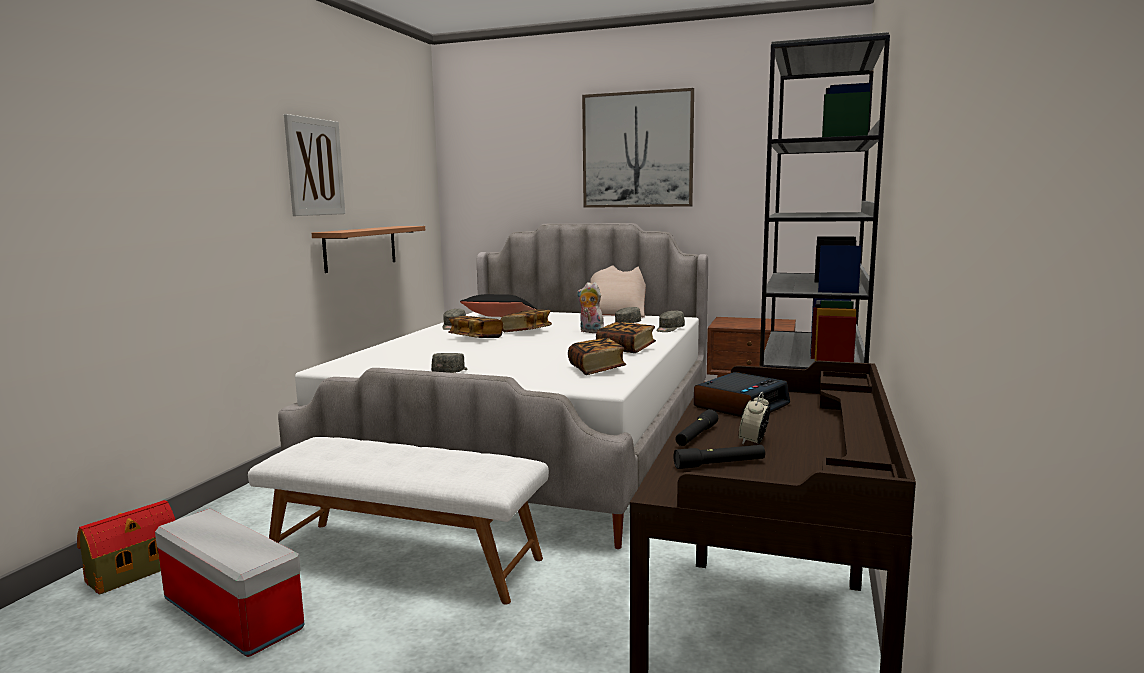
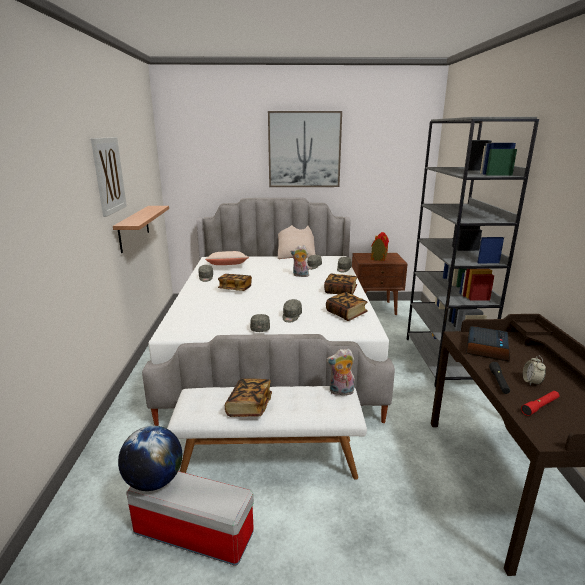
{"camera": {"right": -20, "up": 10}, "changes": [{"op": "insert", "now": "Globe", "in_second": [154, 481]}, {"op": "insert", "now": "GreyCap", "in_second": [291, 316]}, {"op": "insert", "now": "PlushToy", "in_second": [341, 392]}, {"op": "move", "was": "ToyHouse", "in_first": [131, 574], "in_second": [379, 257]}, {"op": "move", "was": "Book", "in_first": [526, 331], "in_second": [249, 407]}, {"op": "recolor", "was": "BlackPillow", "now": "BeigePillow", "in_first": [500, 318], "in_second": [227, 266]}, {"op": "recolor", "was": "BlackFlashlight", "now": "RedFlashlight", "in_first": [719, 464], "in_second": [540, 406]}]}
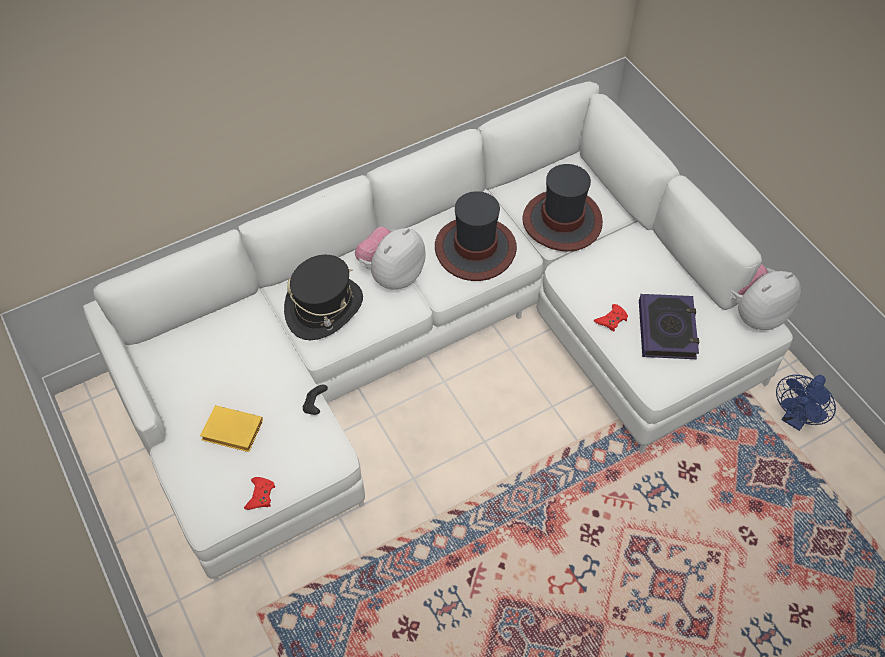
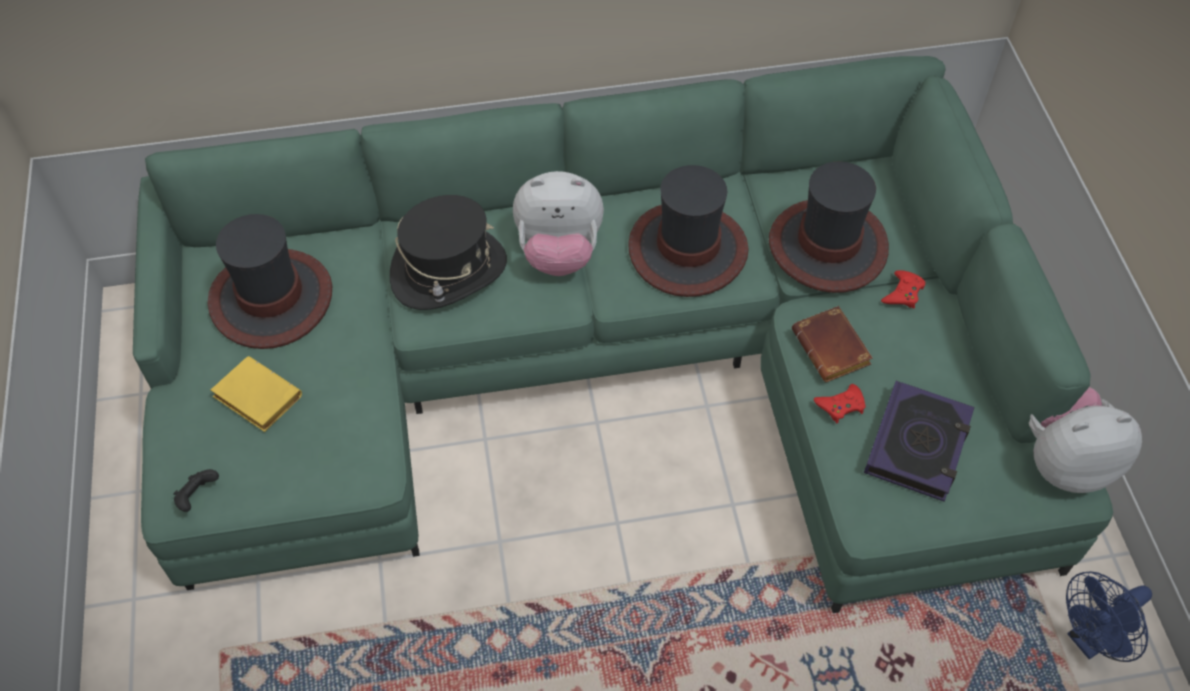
{"camera": {"right": 20, "up": 0}, "changes": [{"op": "insert", "now": "Hat", "in_second": [271, 299]}, {"op": "insert", "now": "BrownBook", "in_second": [833, 349]}, {"op": "move", "was": "RedGameController", "in_first": [260, 495], "in_second": [903, 293]}, {"op": "move", "was": "BlackGameController", "in_first": [315, 405], "in_second": [198, 496]}, {"op": "recolor", "was": "WhiteSofa", "now": "GreenSofa", "in_first": [441, 345], "in_second": [613, 371]}, {"op": "rotate", "was": "PlushToy", "in_first": [392, 274], "in_second": [559, 252], "clockwise": -150}]}
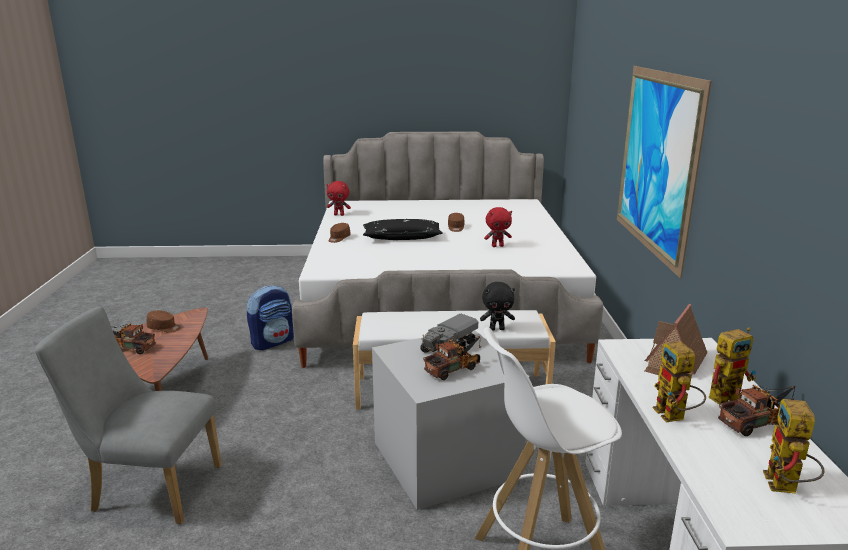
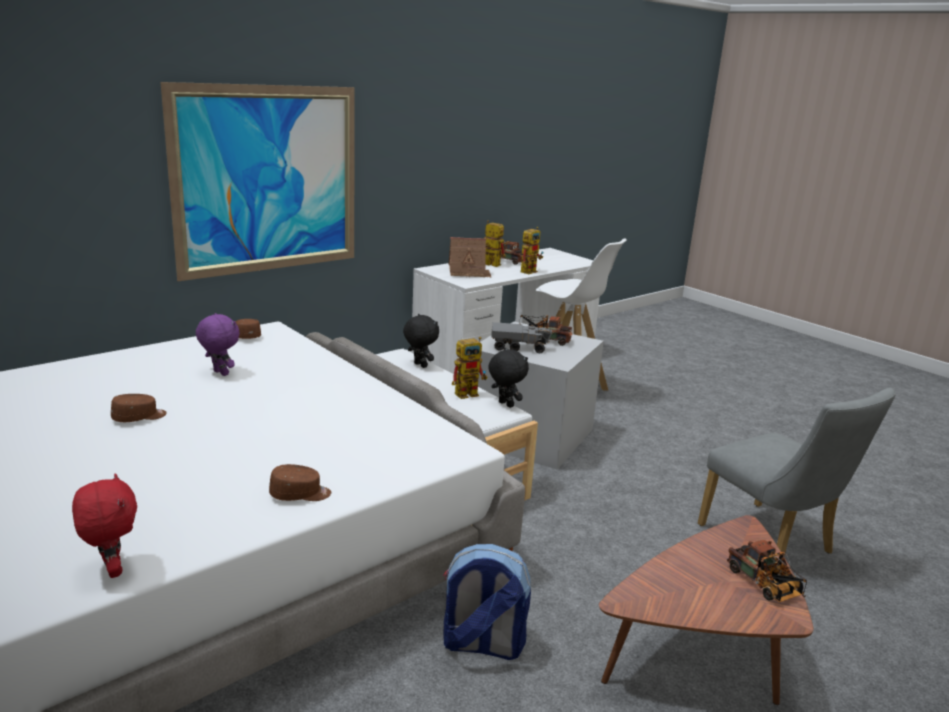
{"camera": {"right": -130, "up": 0}, "changes": [{"op": "delete", "was": "BlackPillow", "in_first": [402, 237]}, {"op": "insert", "now": "BlackPlushToy", "in_second": [505, 404]}, {"op": "move", "was": "BrownCap", "in_first": [164, 328], "in_second": [247, 336]}, {"op": "move", "was": "ToyRobot", "in_first": [785, 488], "in_second": [470, 393]}, {"op": "recolor", "was": "RedPlushToy", "now": "PurplePlushToy", "in_first": [497, 246], "in_second": [219, 373]}]}
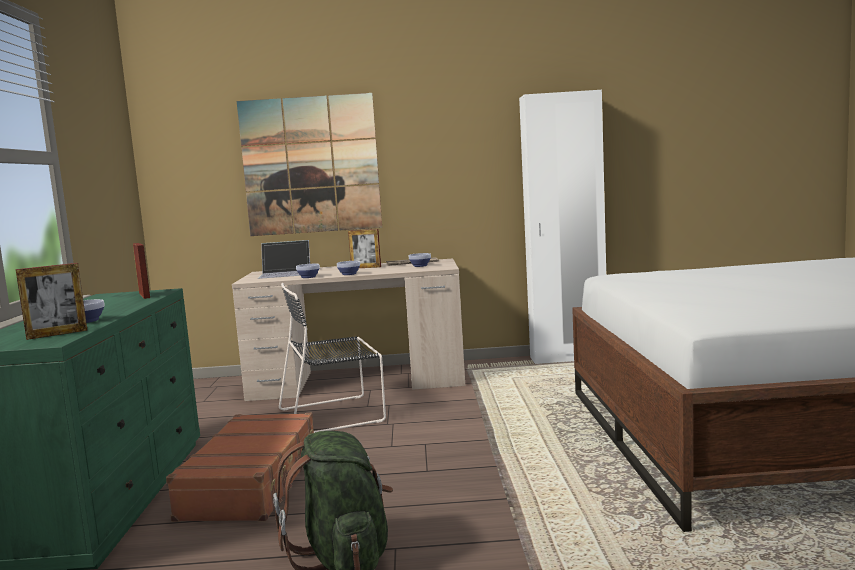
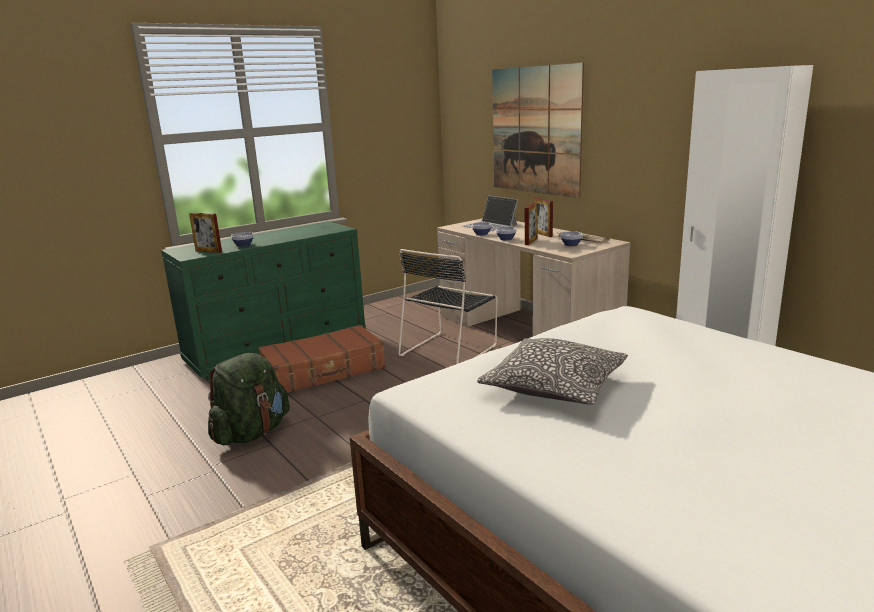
{"camera": {"right": 55, "up": 10}, "changes": [{"op": "insert", "now": "Pillow", "in_second": [554, 386]}, {"op": "move", "was": "PictureFrame", "in_first": [144, 295], "in_second": [531, 241]}, {"op": "rotate", "was": "BlackChair", "in_first": [335, 414], "in_second": [450, 349], "clockwise": -90}]}
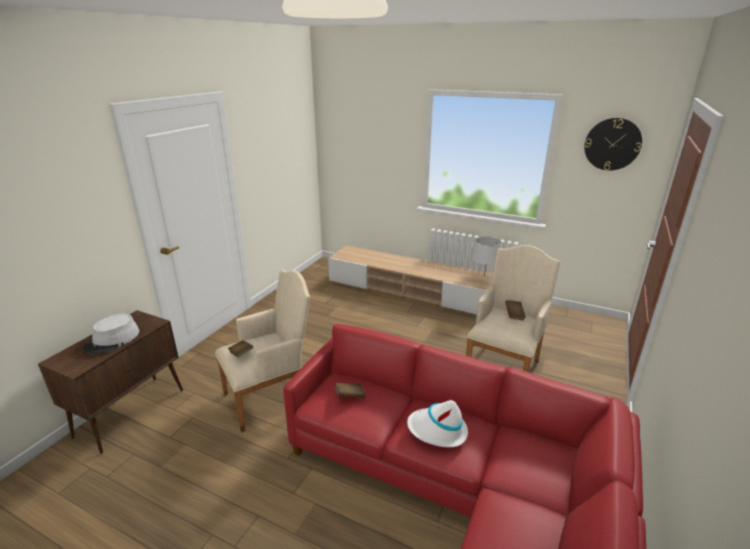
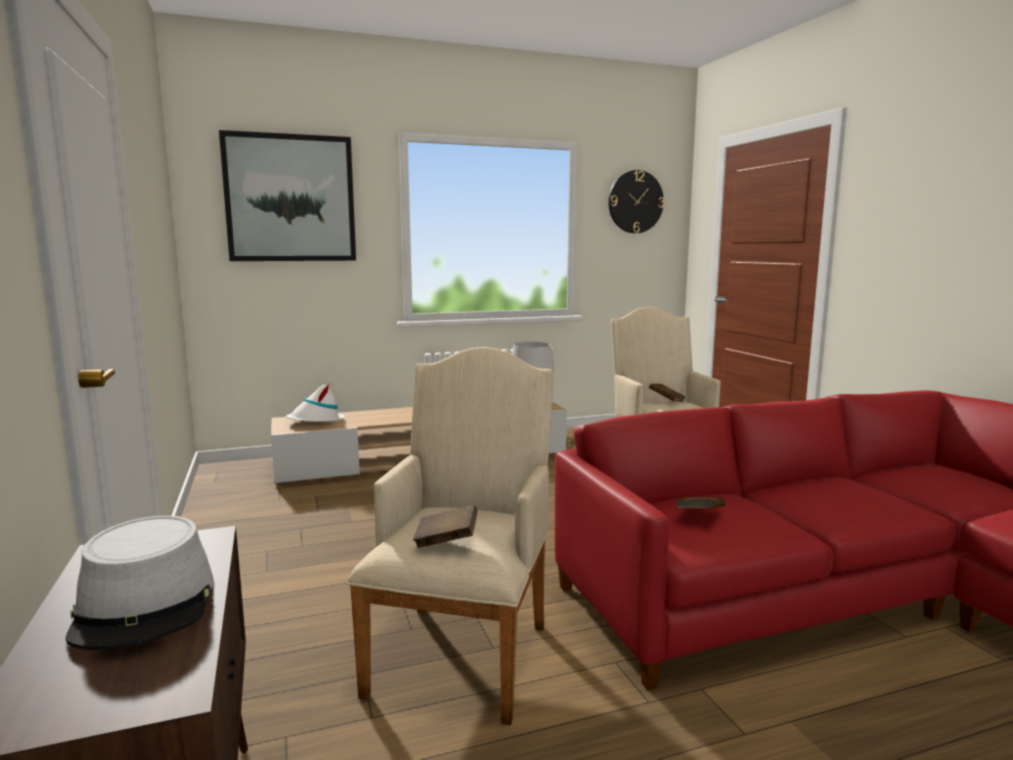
{"camera": {"right": -45, "up": -15}, "changes": [{"op": "insert", "now": "Picture", "in_second": [290, 198]}, {"op": "move", "was": "WhiteHat", "in_first": [437, 430], "in_second": [316, 421]}]}
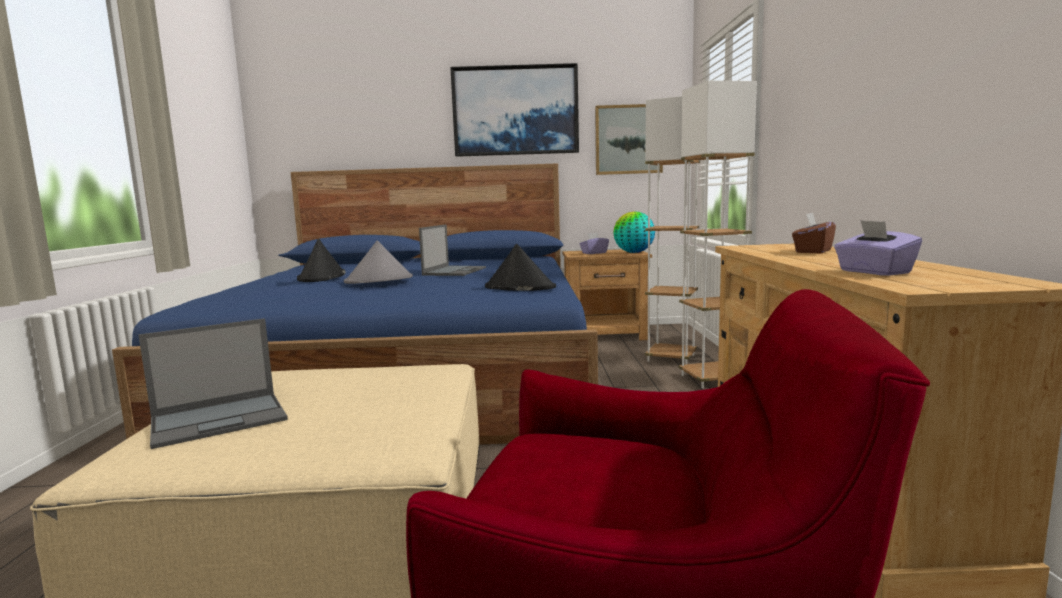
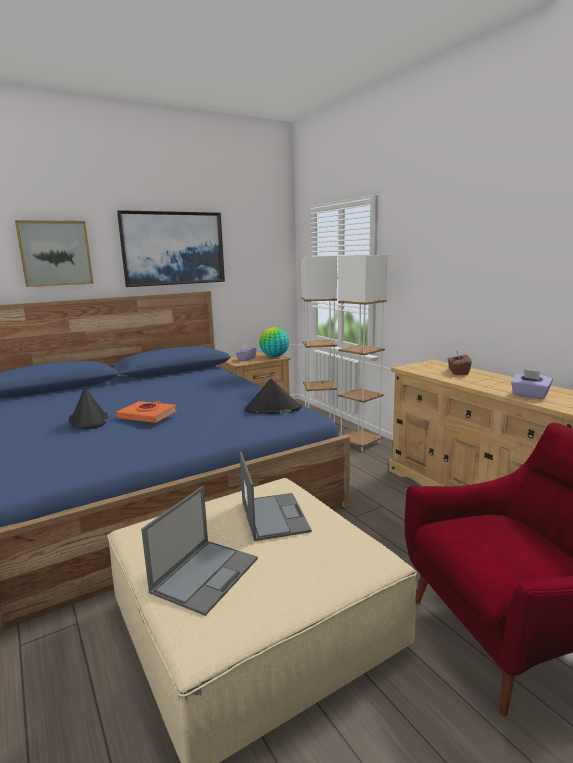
{"camera": {"right": -30, "up": 5}, "changes": [{"op": "move", "was": "Laptop", "in_first": [455, 271], "in_second": [274, 515]}, {"op": "move", "was": "Picture", "in_first": [628, 140], "in_second": [55, 253]}, {"op": "replace", "was": "GreyHat", "now": "OrangeBook", "in_first": [379, 280], "in_second": [147, 415]}]}
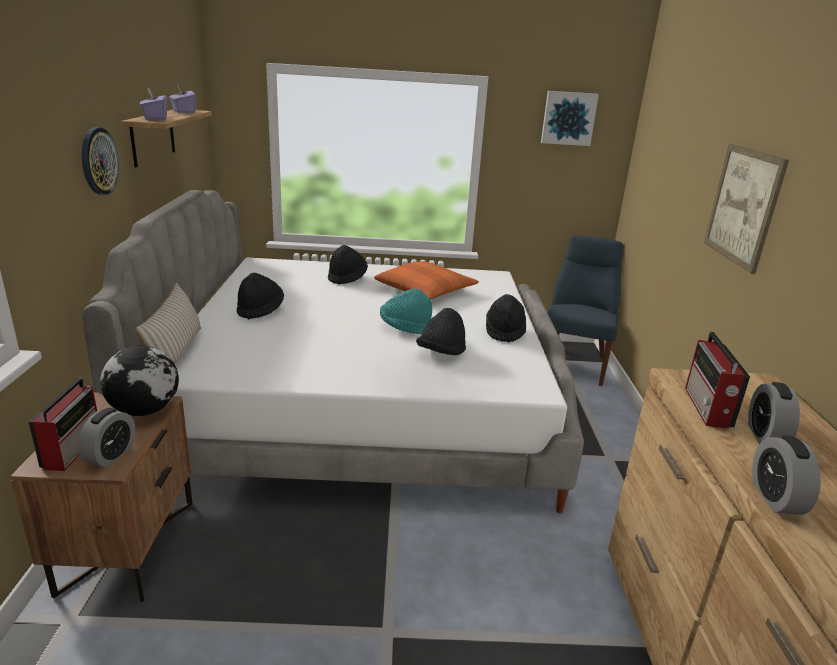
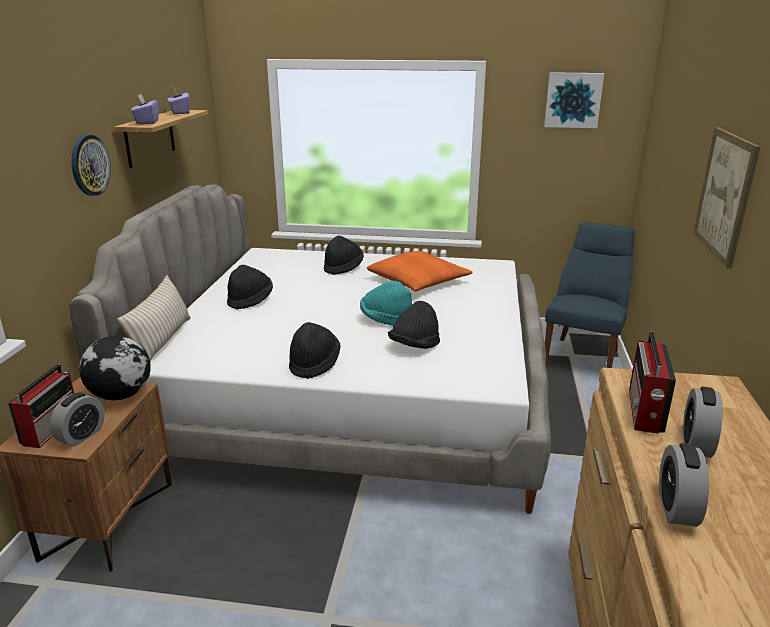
{"camera": {"right": 10, "up": 0}, "changes": [{"op": "move", "was": "BlackHat", "in_first": [504, 332], "in_second": [314, 364]}]}
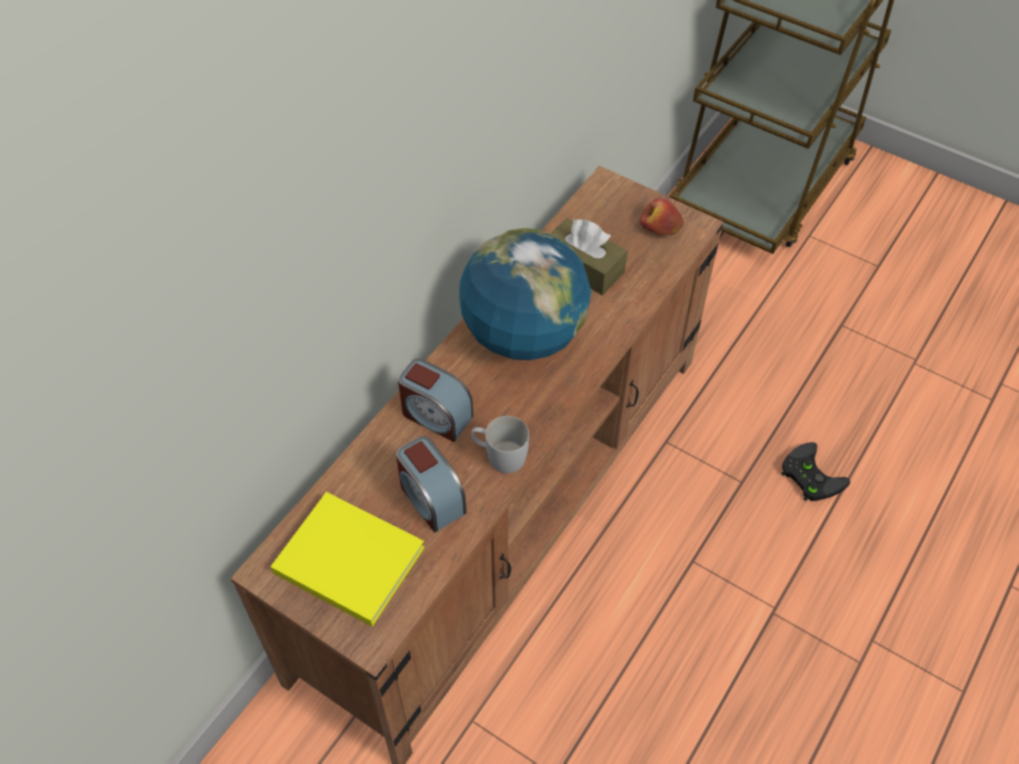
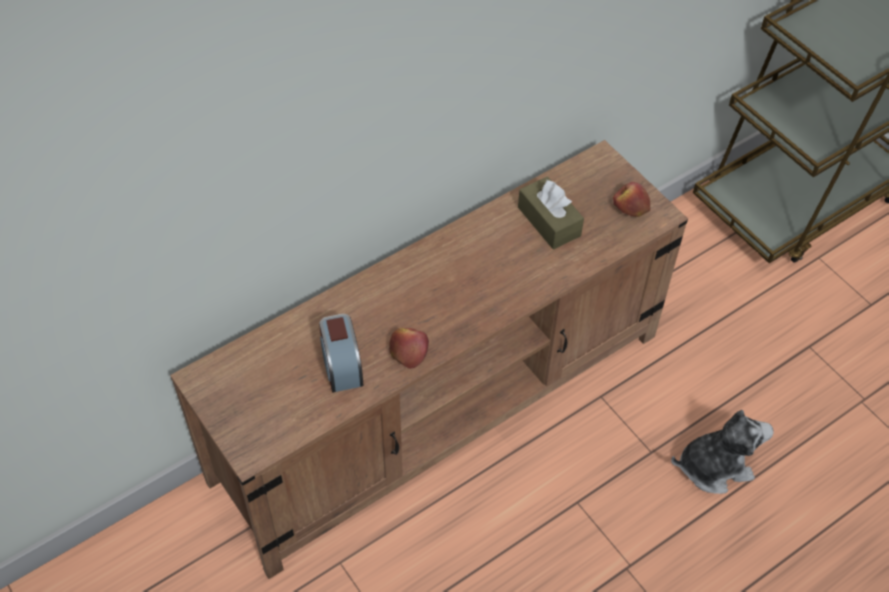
{"camera": {"right": 20, "up": 0}, "changes": [{"op": "delete", "was": "YellowBook", "in_first": [345, 558]}, {"op": "delete", "was": "AlarmClock", "in_first": [435, 415]}, {"op": "delete", "was": "Globe", "in_first": [523, 335]}, {"op": "replace", "was": "WhiteMug", "now": "Apple", "in_first": [499, 455], "in_second": [408, 350]}, {"op": "replace", "was": "BlackGameController", "now": "PlushToy", "in_first": [808, 475], "in_second": [714, 466]}]}
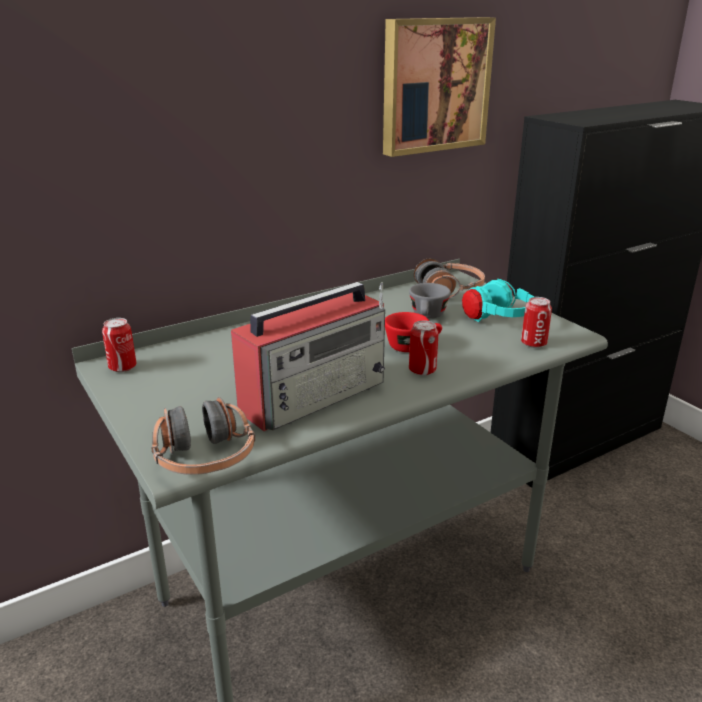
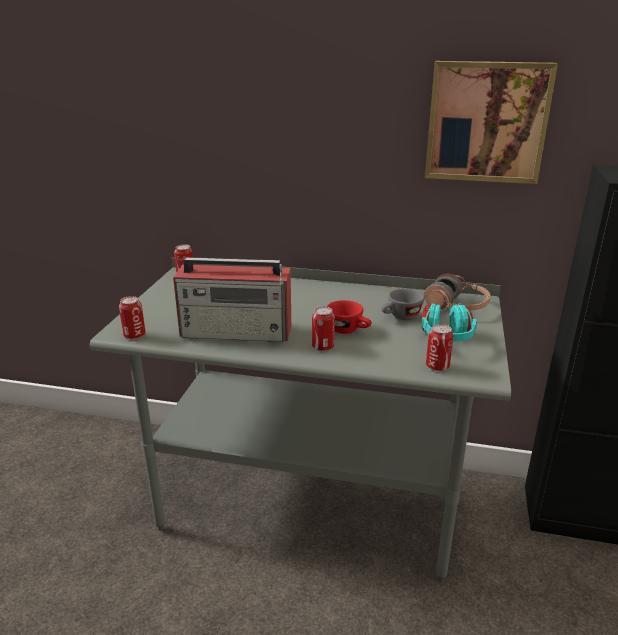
{"camera": {"right": 45, "up": 0}, "changes": [{"op": "replace", "was": "Headphones", "now": "Can", "in_first": [204, 457], "in_second": [134, 335]}]}
